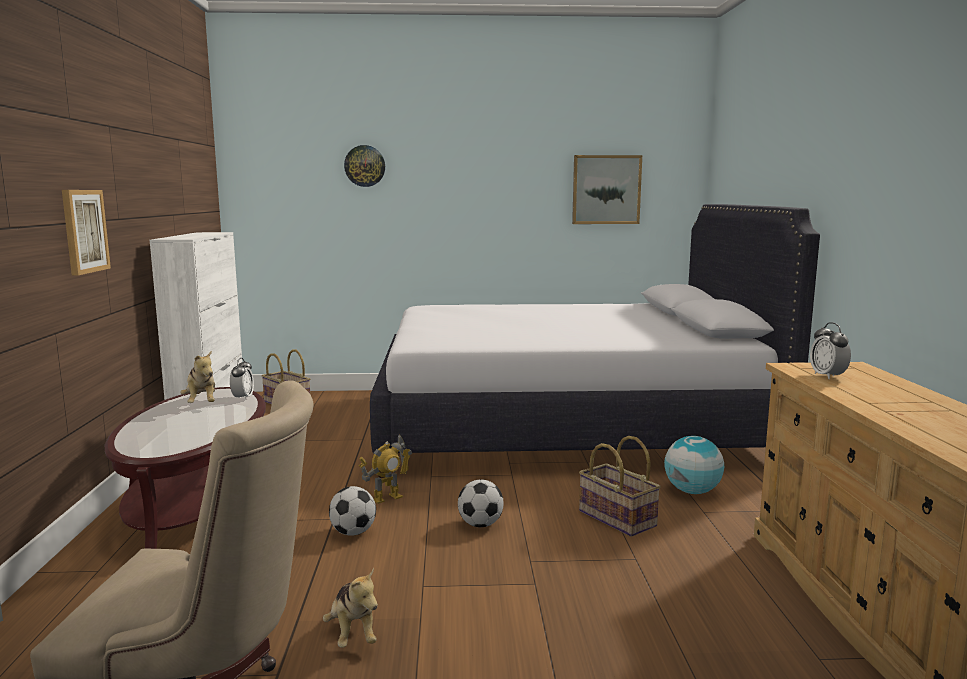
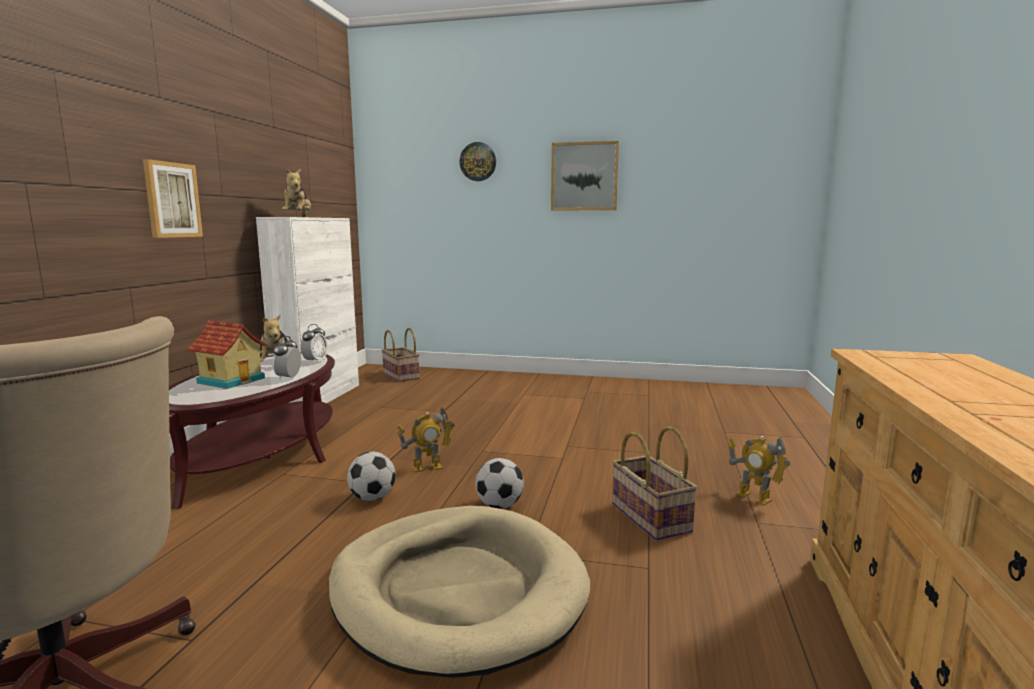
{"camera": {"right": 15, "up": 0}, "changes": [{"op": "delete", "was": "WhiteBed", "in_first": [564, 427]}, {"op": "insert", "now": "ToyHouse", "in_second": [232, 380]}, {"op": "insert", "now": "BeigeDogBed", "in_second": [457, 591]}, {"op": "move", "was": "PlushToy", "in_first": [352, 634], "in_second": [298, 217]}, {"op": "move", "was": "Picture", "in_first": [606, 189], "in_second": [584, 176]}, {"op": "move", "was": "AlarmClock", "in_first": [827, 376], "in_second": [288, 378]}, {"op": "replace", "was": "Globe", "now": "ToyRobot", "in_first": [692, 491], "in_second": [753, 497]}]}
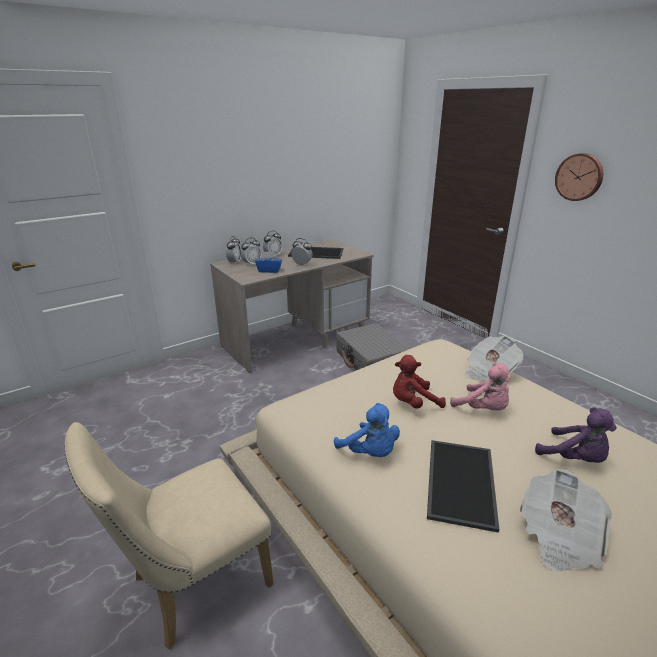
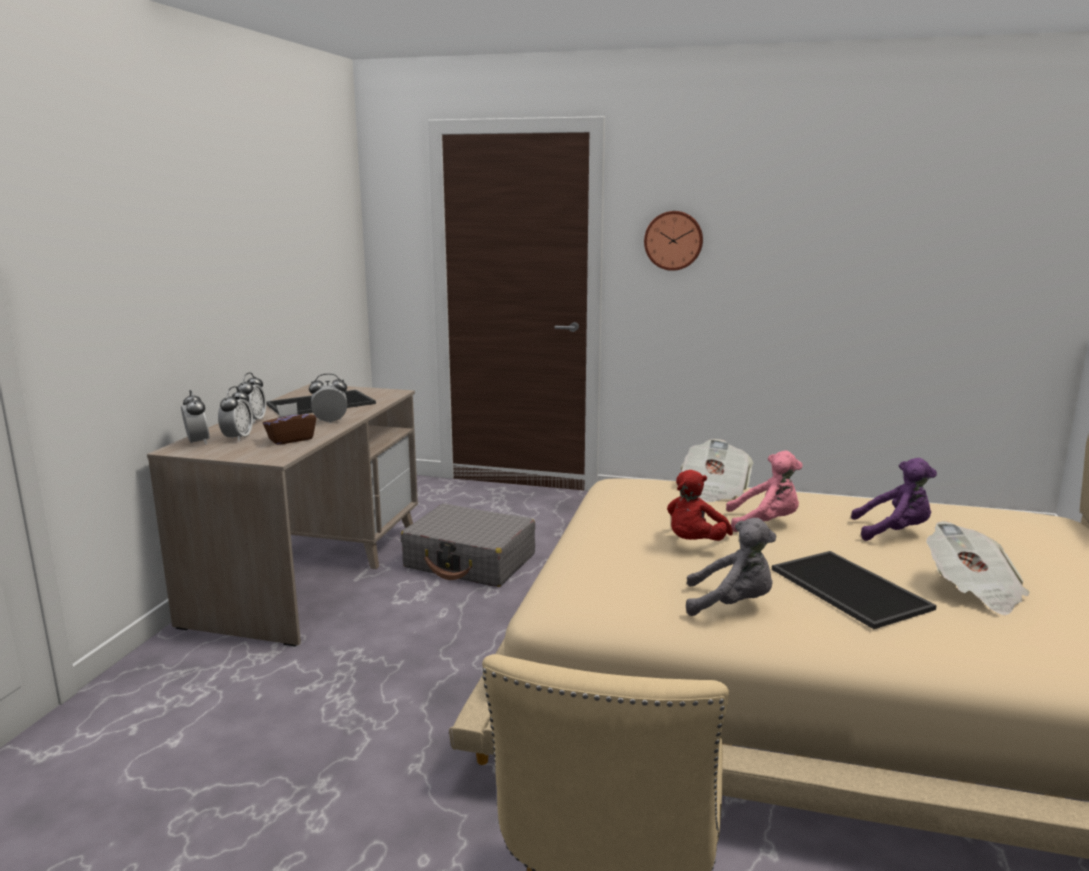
{"camera": {"right": -40, "up": -10}, "changes": [{"op": "recolor", "was": "BlueTissueBox", "now": "BrownTissueBox", "in_first": [269, 270], "in_second": [291, 439]}, {"op": "recolor", "was": "BluePlushToy", "now": "GreyPlushToy", "in_first": [370, 453], "in_second": [732, 604]}]}
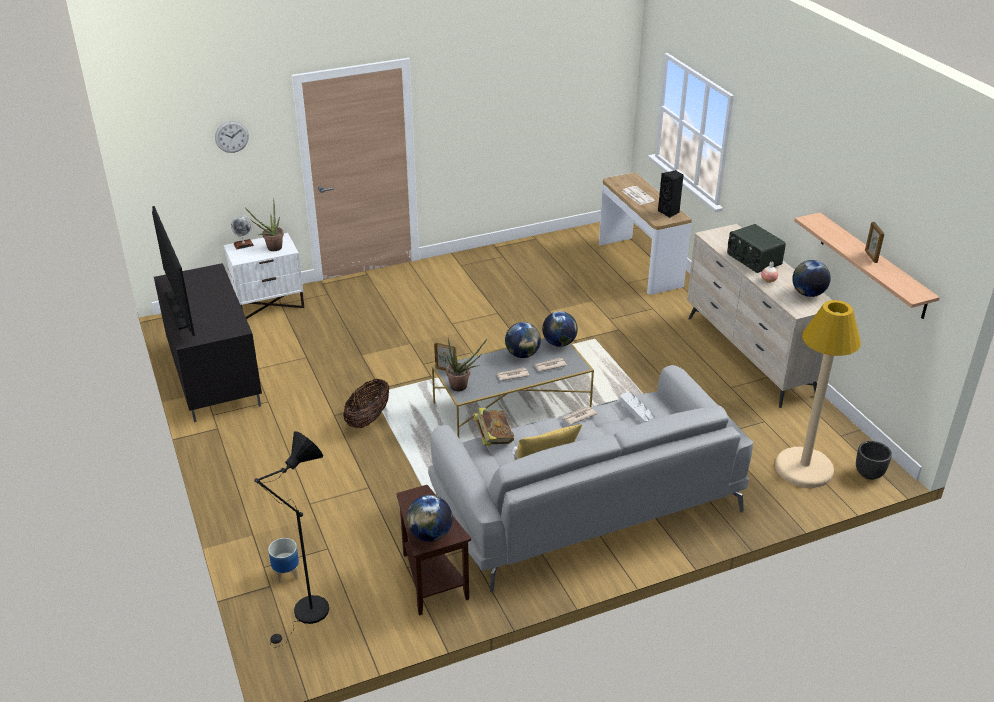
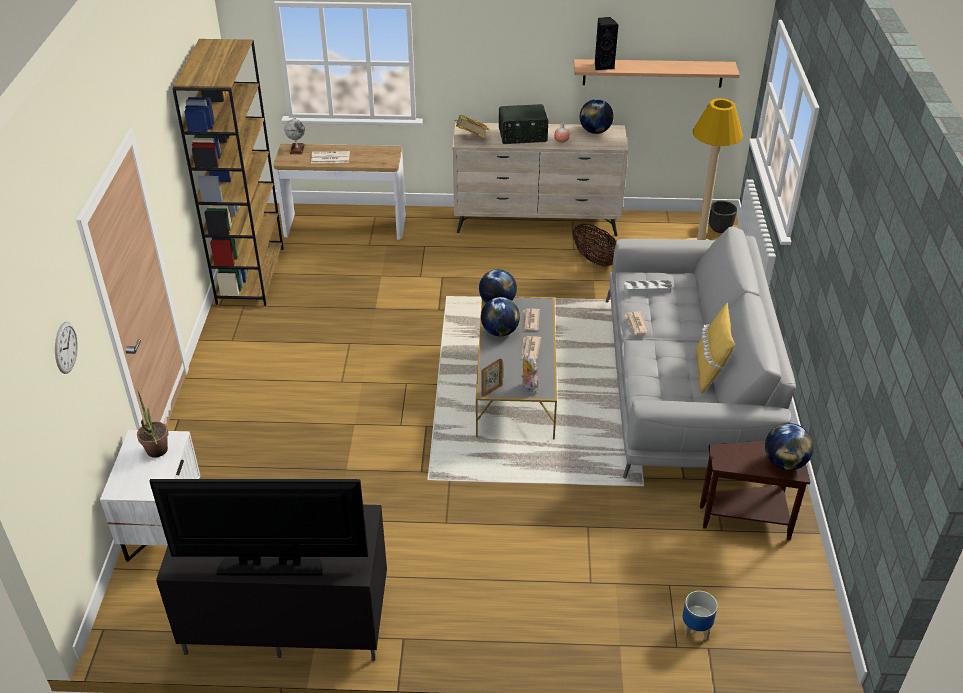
{"camera": {"right": -65, "up": 5}, "changes": [{"op": "delete", "was": "BlackFloorLamp", "in_first": [307, 615]}, {"op": "delete", "was": "PictureFrame", "in_first": [870, 256]}, {"op": "insert", "now": "BrownBookcase", "in_second": [250, 275]}, {"op": "move", "was": "Globe", "in_first": [243, 244], "in_second": [297, 149]}, {"op": "move", "was": "Basket", "in_first": [368, 419], "in_second": [595, 259]}, {"op": "move", "was": "Book", "in_first": [493, 438], "in_second": [471, 138]}, {"op": "move", "was": "BlackSpeaker", "in_first": [669, 212], "in_second": [603, 66]}, {"op": "replace", "was": "PottedPlant", "now": "PlushToy", "in_first": [462, 387], "in_second": [528, 387]}]}
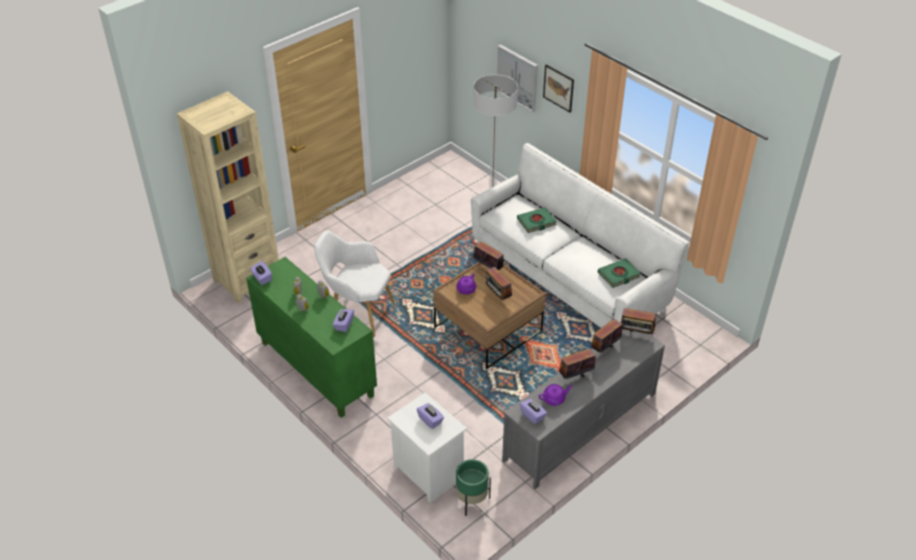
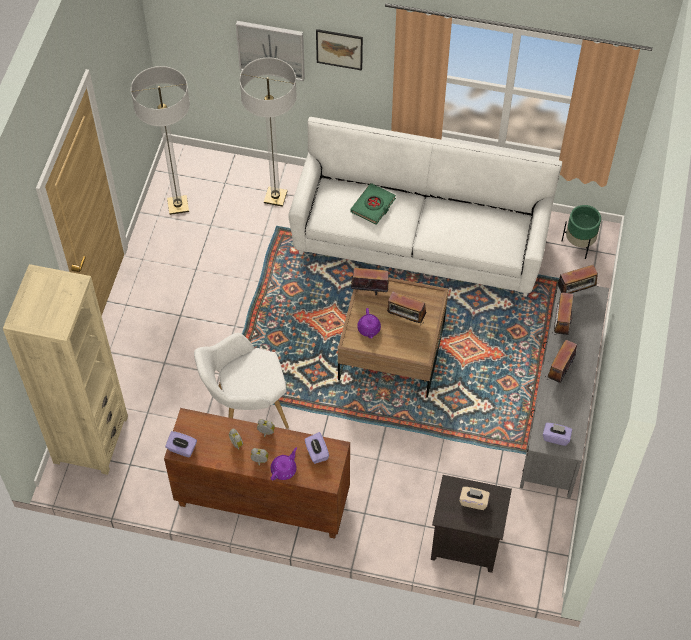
{"camera": {"right": -35, "up": 15}, "changes": [{"op": "delete", "was": "GreenBook", "in_first": [618, 275]}, {"op": "insert", "now": "FloorLamp", "in_second": [178, 205]}, {"op": "move", "was": "GreenPlanter", "in_first": [472, 501], "in_second": [579, 244]}, {"op": "move", "was": "PurpleTeapot", "in_first": [554, 399], "in_second": [284, 469]}, {"op": "recolor", "was": "GreenCabinet", "now": "BrownCabinet", "in_first": [315, 369], "in_second": [261, 501]}, {"op": "recolor", "was": "WhiteNightstand", "now": "BlackNightstand", "in_first": [427, 473], "in_second": [464, 544]}, {"op": "recolor", "was": "PurpleTissueBox", "now": "BeigeTissueBox", "in_first": [430, 420], "in_second": [473, 501]}]}
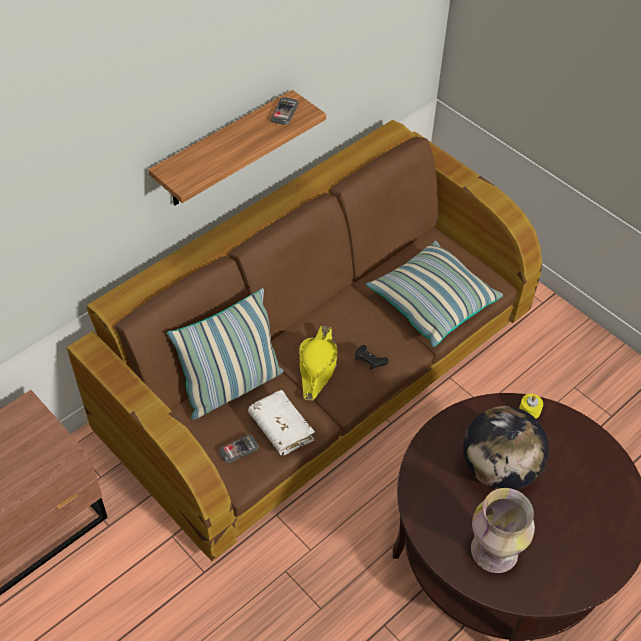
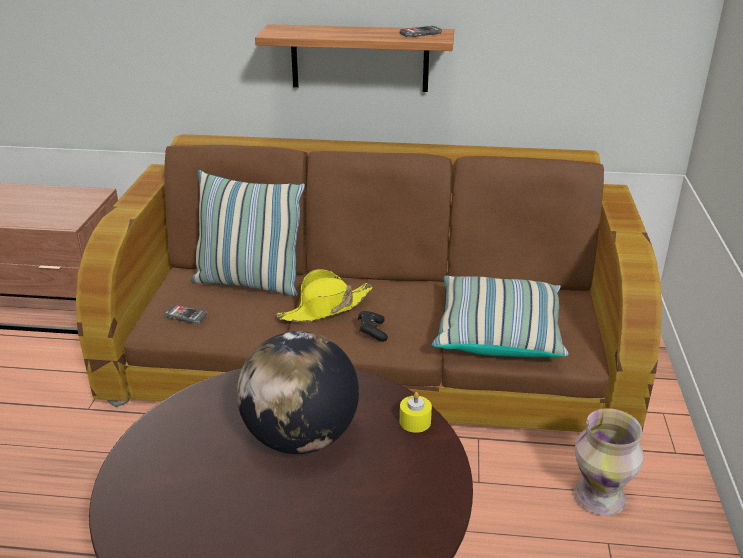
{"camera": {"right": 50, "up": -20}, "changes": [{"op": "delete", "was": "WhiteBook", "in_first": [281, 428]}, {"op": "move", "was": "Vase", "in_first": [495, 552], "in_second": [600, 498]}]}
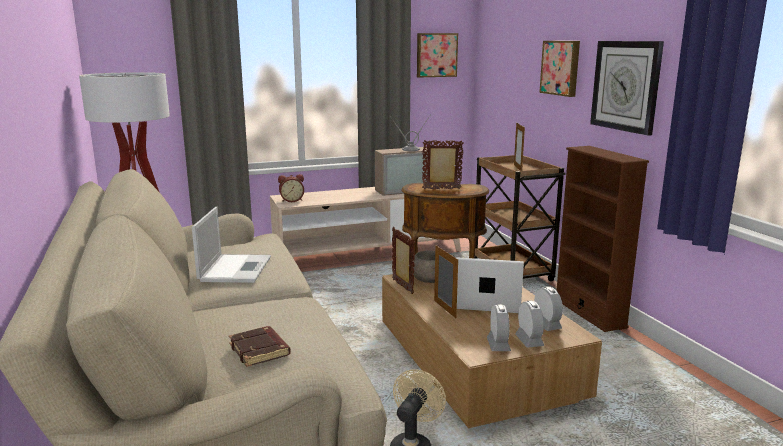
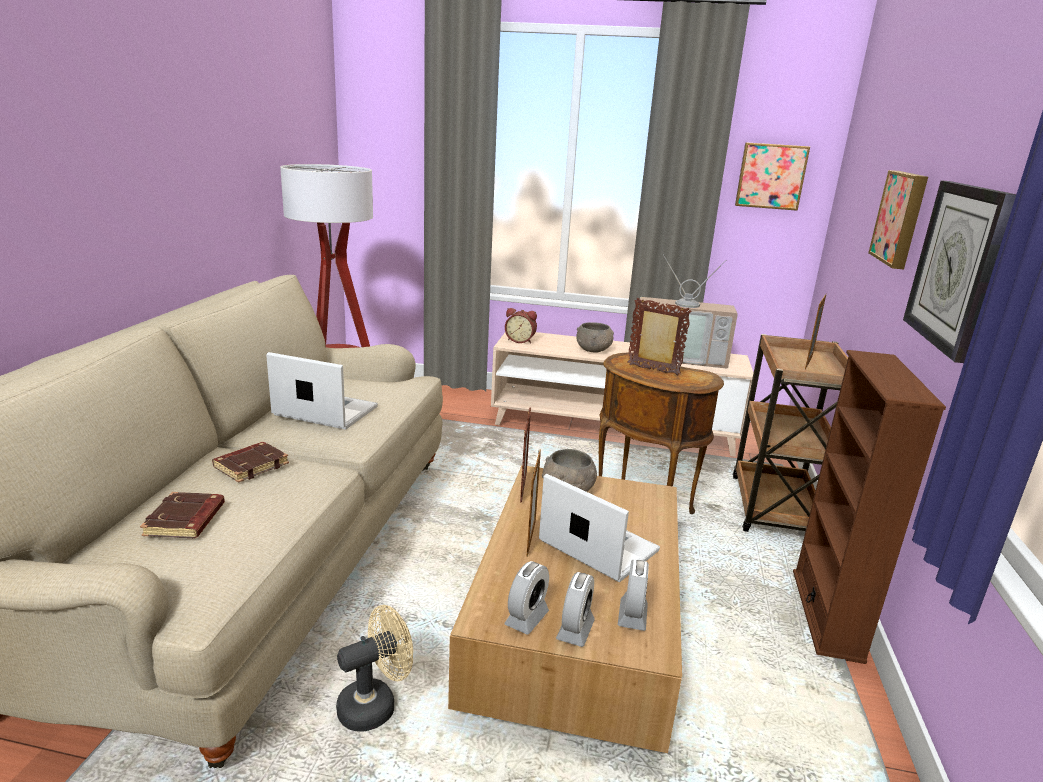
{"camera": {"right": 30, "up": 5}, "changes": [{"op": "insert", "now": "BrownBook", "in_second": [251, 465]}, {"op": "insert", "now": "GreyBowl", "in_second": [593, 350]}, {"op": "rotate", "was": "Laptop", "in_first": [235, 268], "in_second": [324, 411], "clockwise": -105}]}
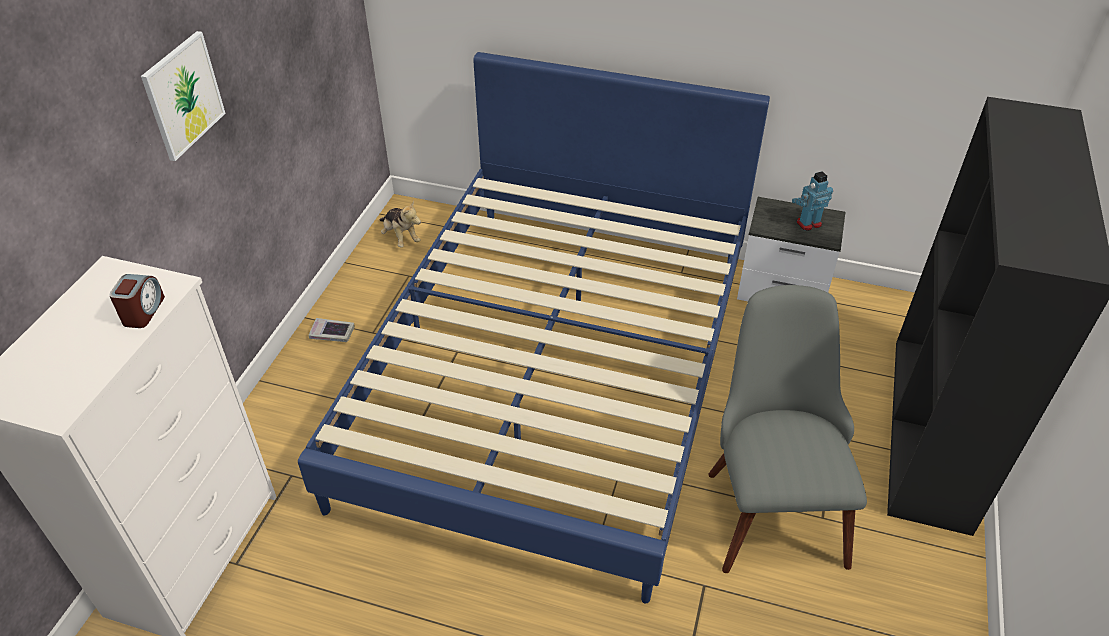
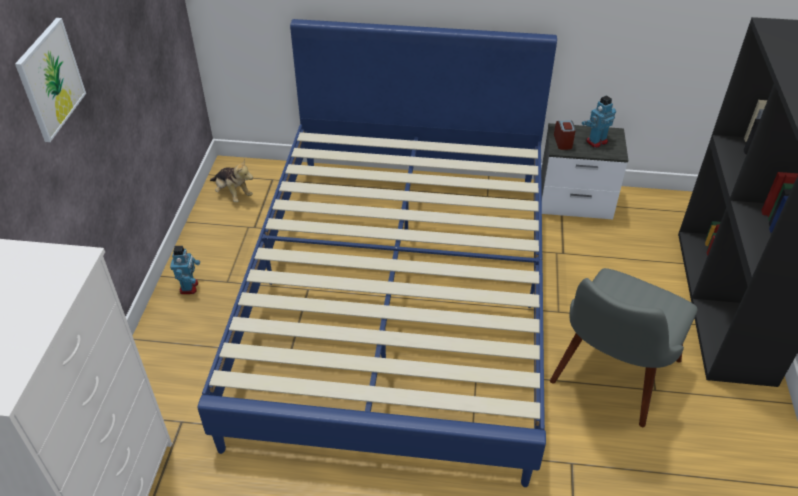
{"camera": {"right": -10, "up": 0}, "changes": [{"op": "move", "was": "AlarmClock", "in_first": [143, 311], "in_second": [563, 142]}, {"op": "replace", "was": "Book", "now": "ToyRobot", "in_first": [332, 333], "in_second": [189, 287]}, {"op": "rotate", "was": "GreyChair", "in_first": [769, 501], "in_second": [608, 382], "clockwise": -135}]}
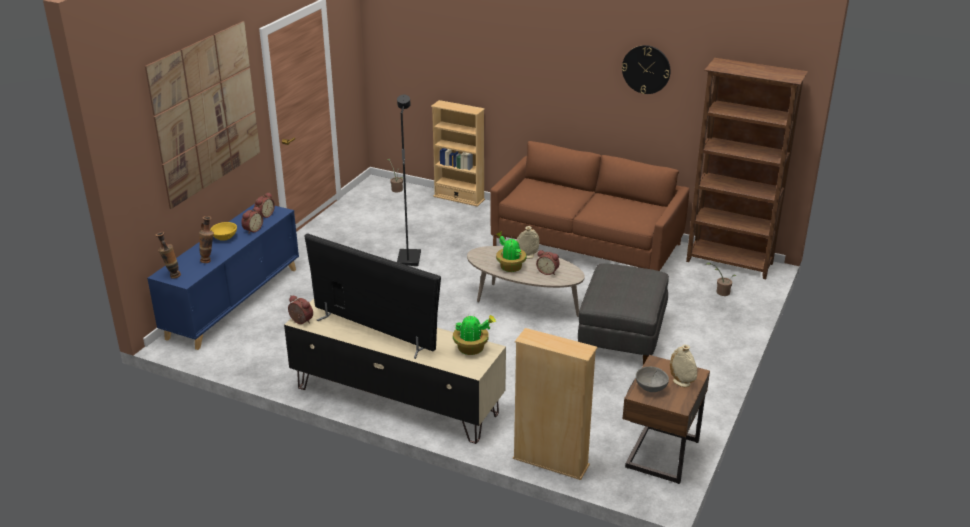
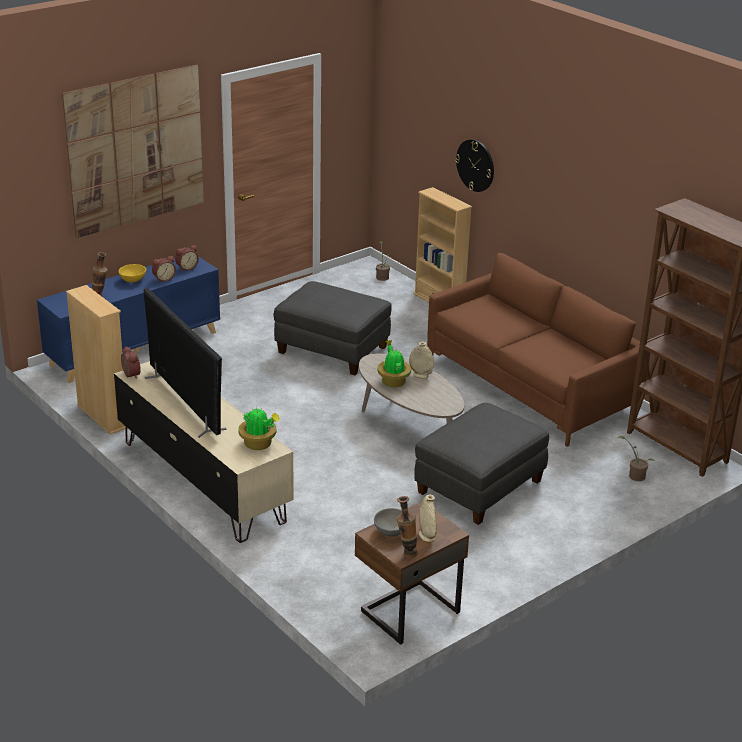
{"camera": {"right": 25, "up": 0}, "changes": [{"op": "delete", "was": "AlarmClock", "in_first": [548, 271]}, {"op": "move", "was": "Vase", "in_first": [172, 276], "in_second": [406, 553]}, {"op": "move", "was": "BeigeBookcase", "in_first": [550, 462], "in_second": [103, 416]}, {"op": "move", "was": "WallClock", "in_first": [646, 69], "in_second": [475, 165]}, {"op": "replace", "was": "BlackFloorLamp", "now": "GreyOttoman", "in_first": [408, 259], "in_second": [331, 350]}]}
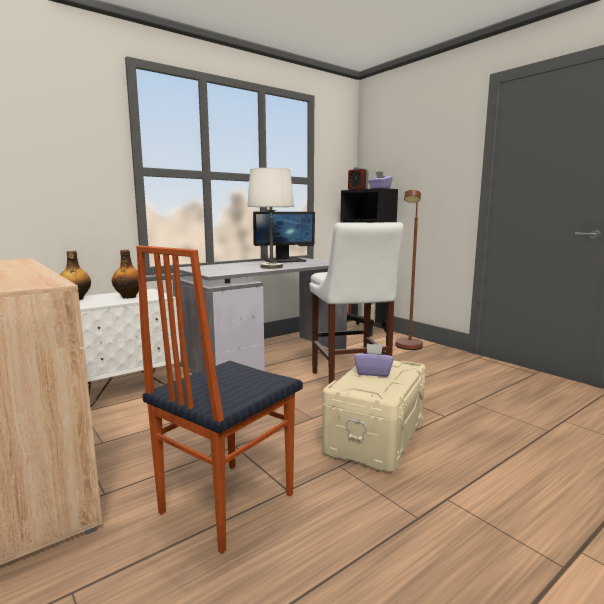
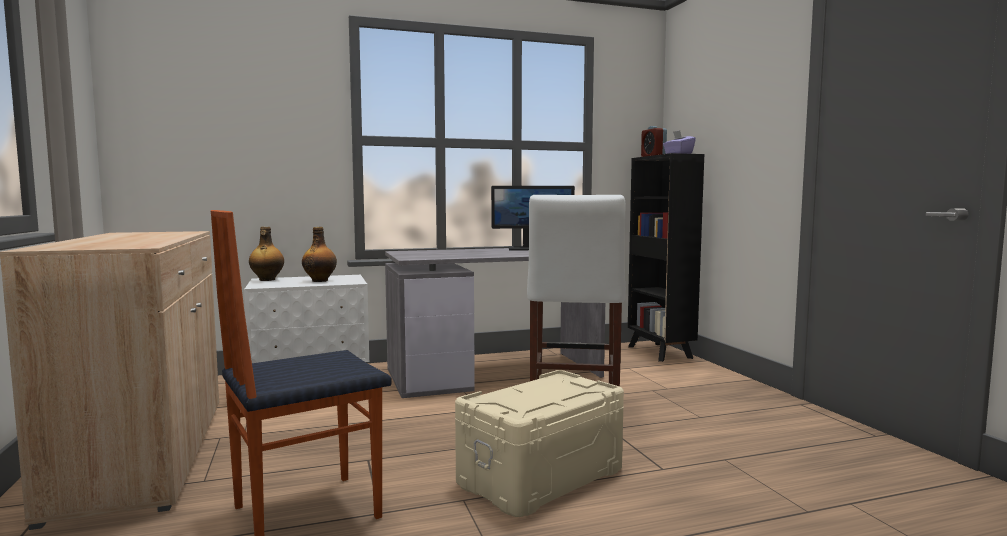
{"camera": {"right": 20, "up": -5}, "changes": [{"op": "delete", "was": "WhiteTableLamp", "in_first": [271, 267]}, {"op": "delete", "was": "PurpleTissueBox", "in_first": [373, 372]}, {"op": "delete", "was": "BrownFloorLamp", "in_first": [407, 348]}]}
